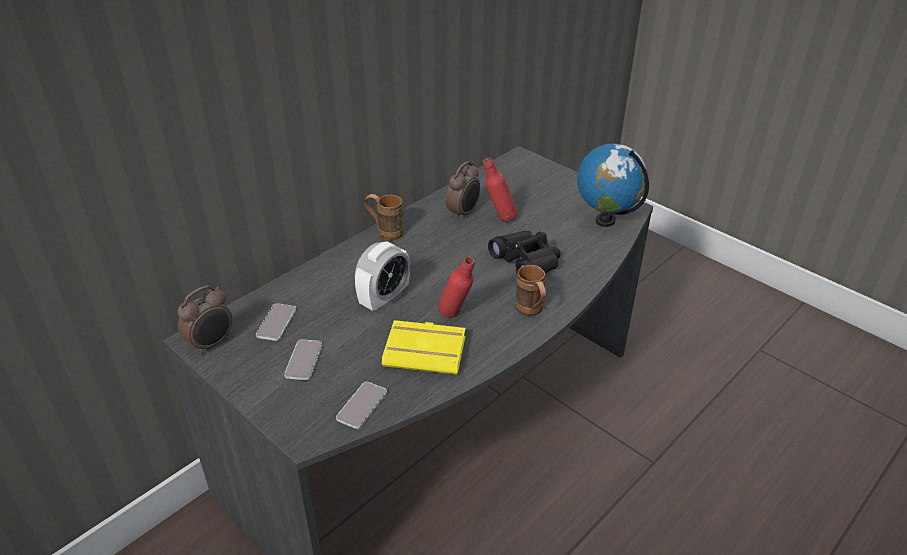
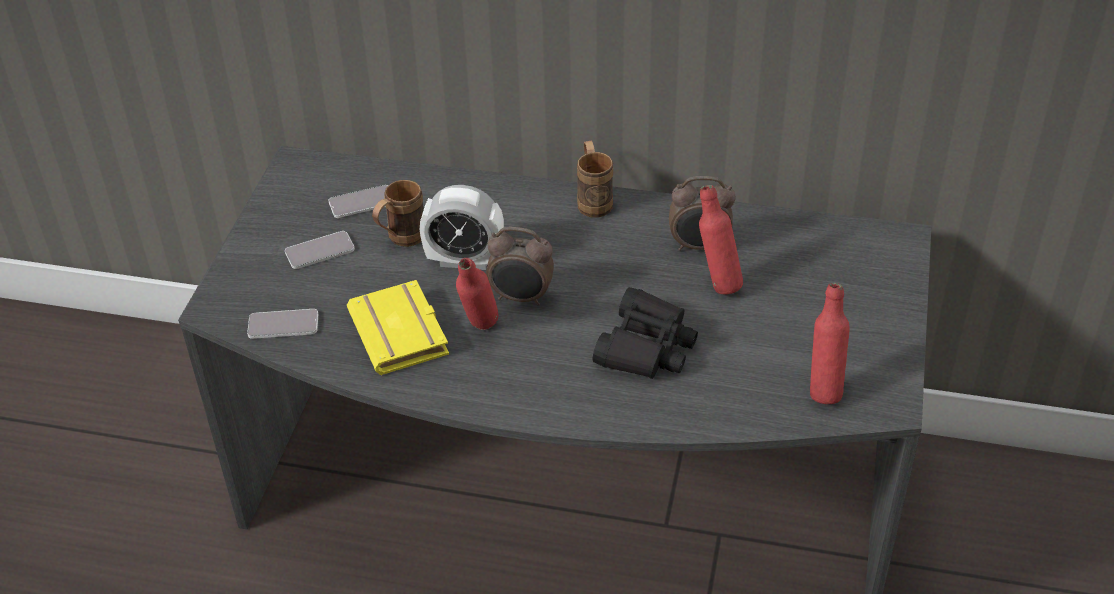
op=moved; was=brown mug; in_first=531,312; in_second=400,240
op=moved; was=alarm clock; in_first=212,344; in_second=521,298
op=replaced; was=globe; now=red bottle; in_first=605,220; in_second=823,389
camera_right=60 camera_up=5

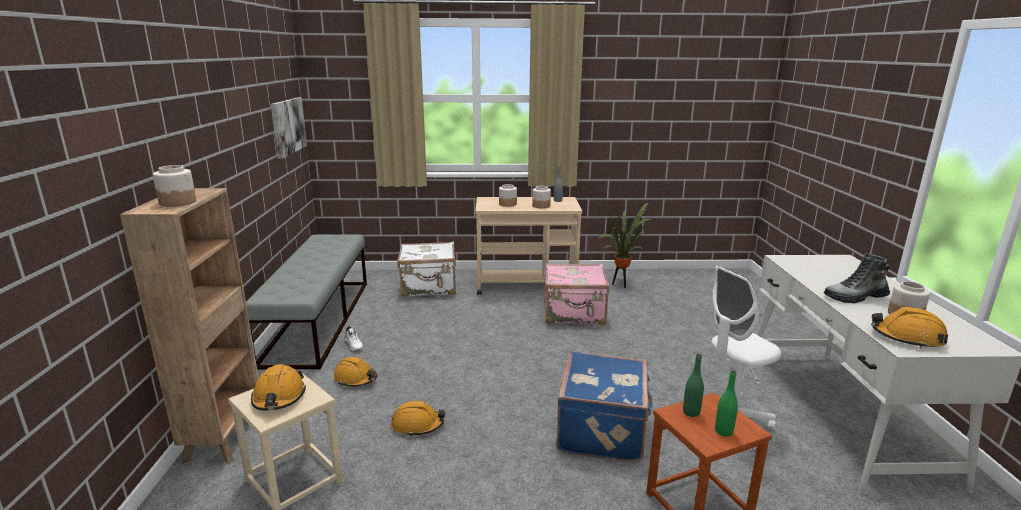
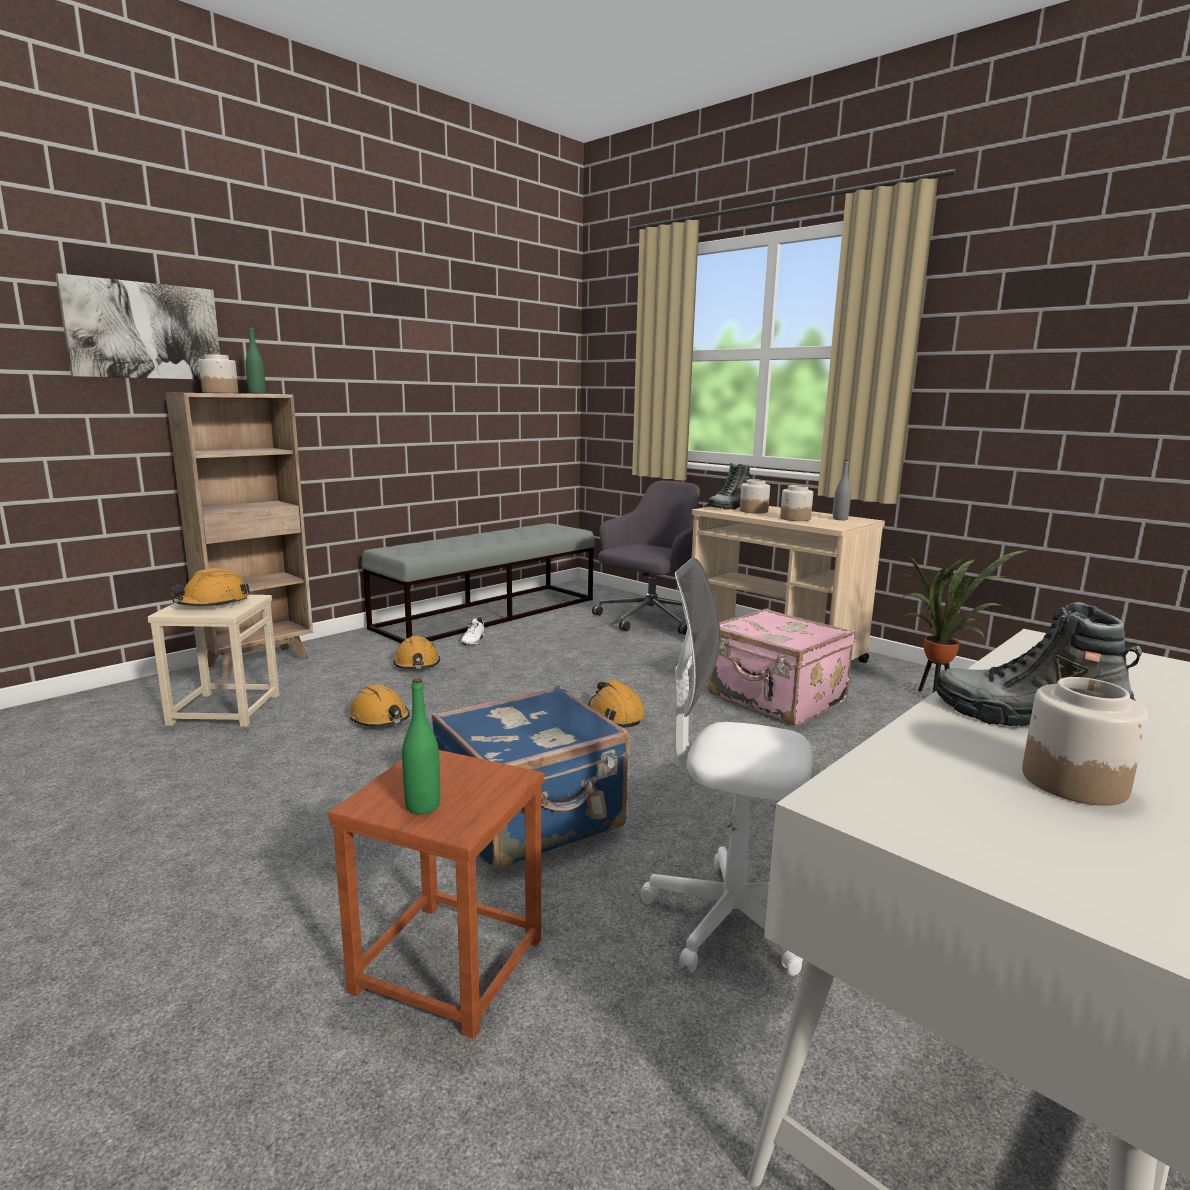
op=moved; was=picture; in_first=288,126; in_second=144,331
op=moved; was=green bottle; in_first=691,412; in_second=257,393
op=moved; was=orange hard hat; in_first=907,338; in_second=615,714
op=replaced; was=white suitcase; now=grey office chair; in_first=429,287; in_second=649,620
op=added; now=boot; in_second=730,507
camera_right=45 camera_up=-5

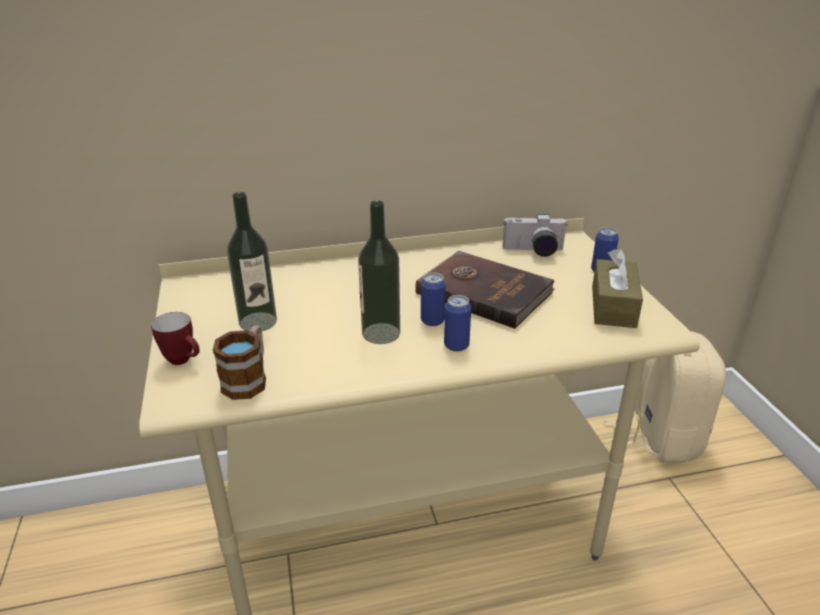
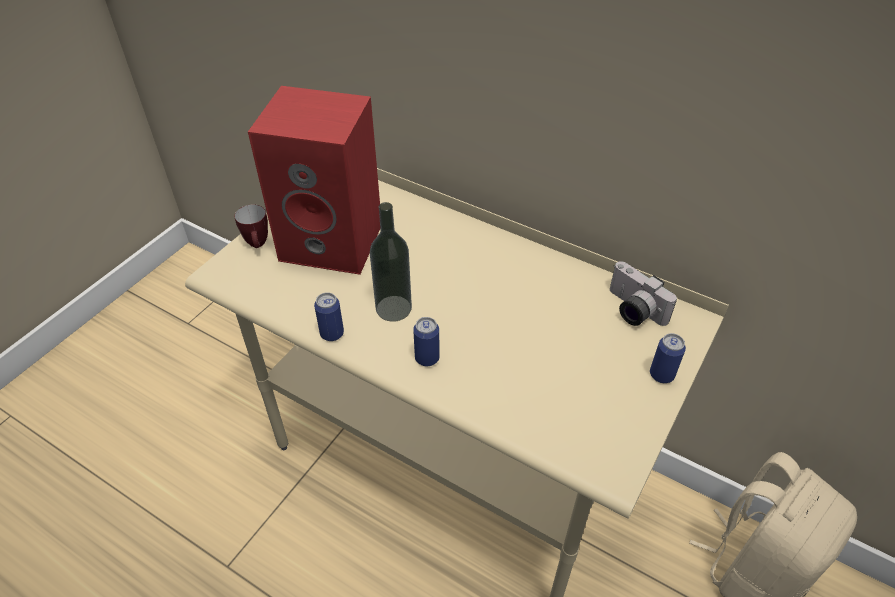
op=replaced; was=bottle; now=red speaker; in_first=258,322; in_second=334,241
op=moved; was=can; in_first=432,321; in_second=332,333
op=removed; was=mug; in_first=248,379
op=removed; was=brown book; in_first=484,291
op=removed; was=brown tissue box; in_first=613,306
camera_right=45 camera_up=15

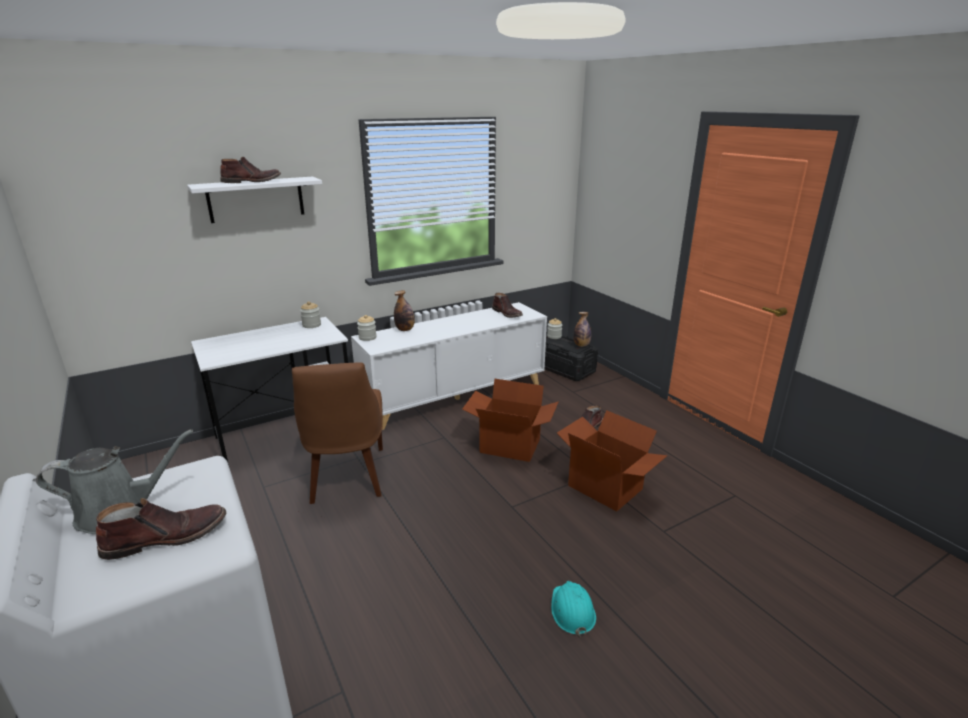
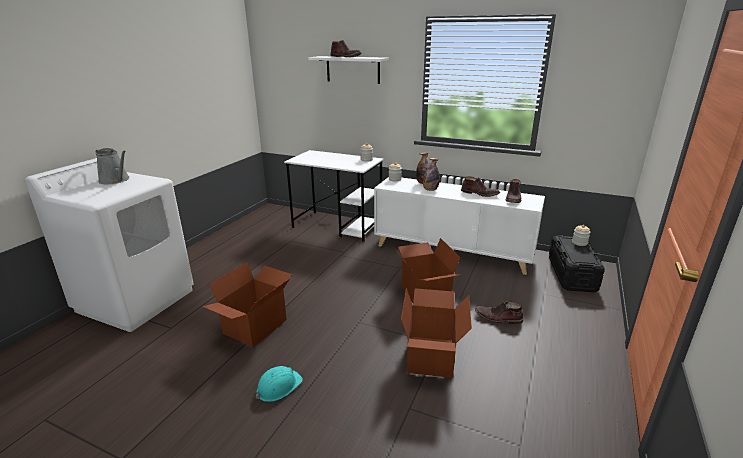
op=added; now=cardboard box; in_second=256,327
op=moved; was=bottle; in_first=581,345; in_second=430,190
op=moved; was=brown boot; in_first=166,537; in_second=480,193
op=removed; was=brown chair; in_first=347,477
camera_right=55 camera_up=0

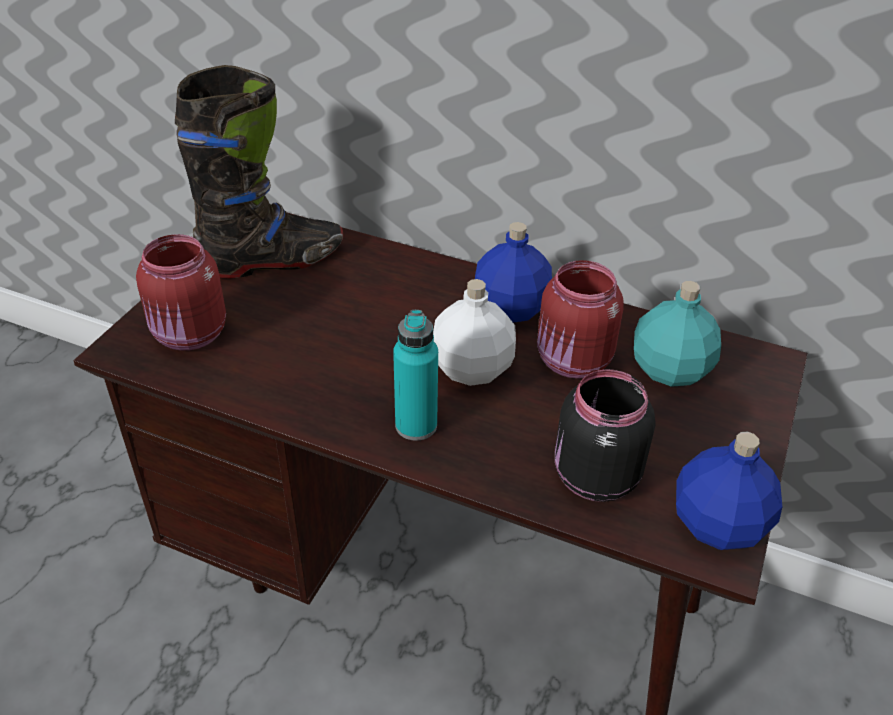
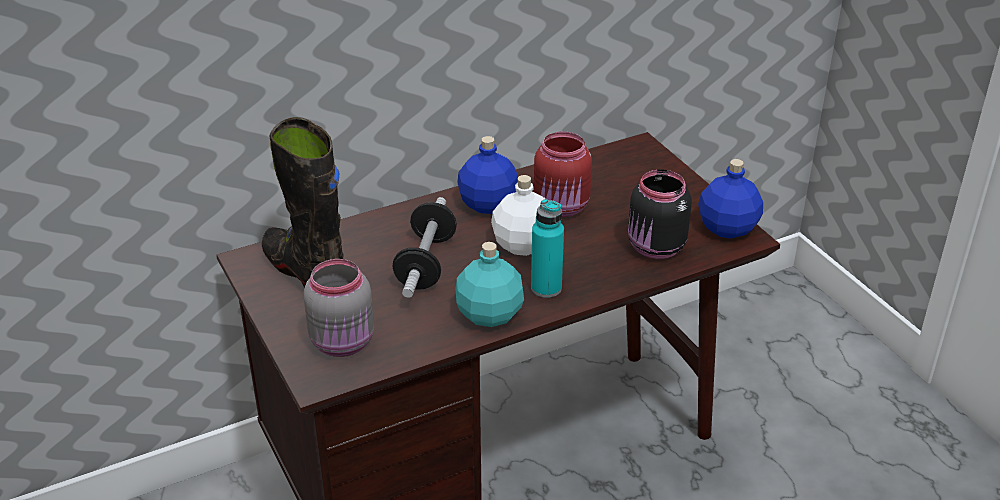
op=turned; was=black boot; in_first=273,261; in_second=307,273; clockwise=-60
op=recoloured; was=red jar; now=grey jar; in_first=190,335; in_second=344,343
op=added; now=dumbbell; in_second=426,264
op=moved; was=turquoise bottle; in_first=669,369; in_second=488,314
camera_right=-50 camera_up=-5

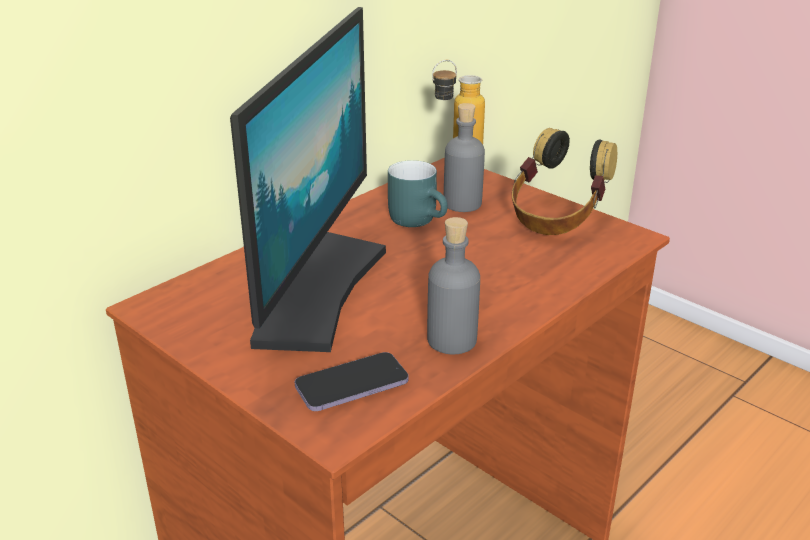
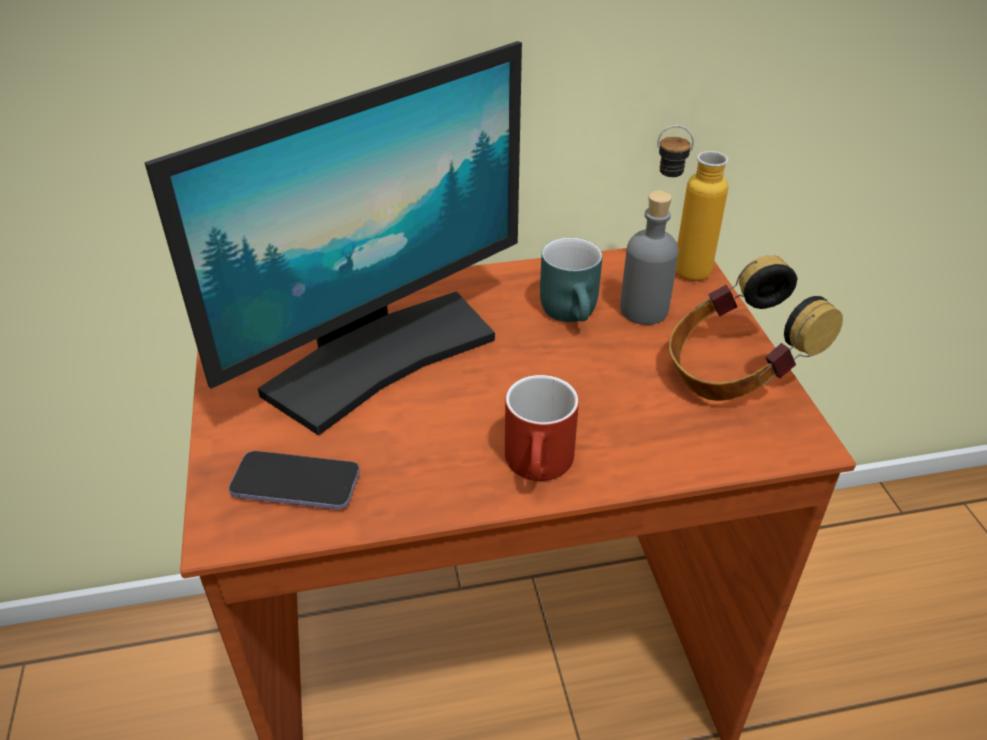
op=added; now=red mug; in_second=540,467
op=removed; was=grey bottle; in_first=452,340
camera_right=35 camera_up=10

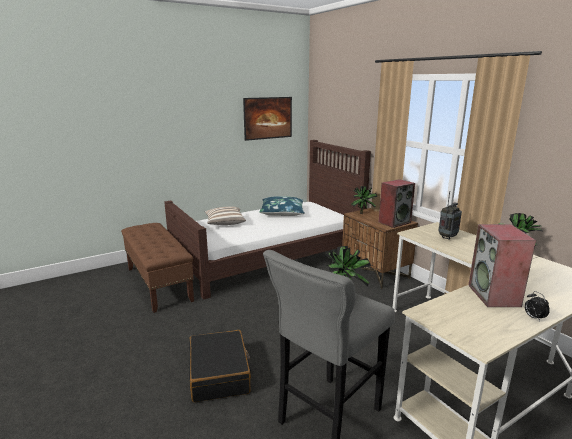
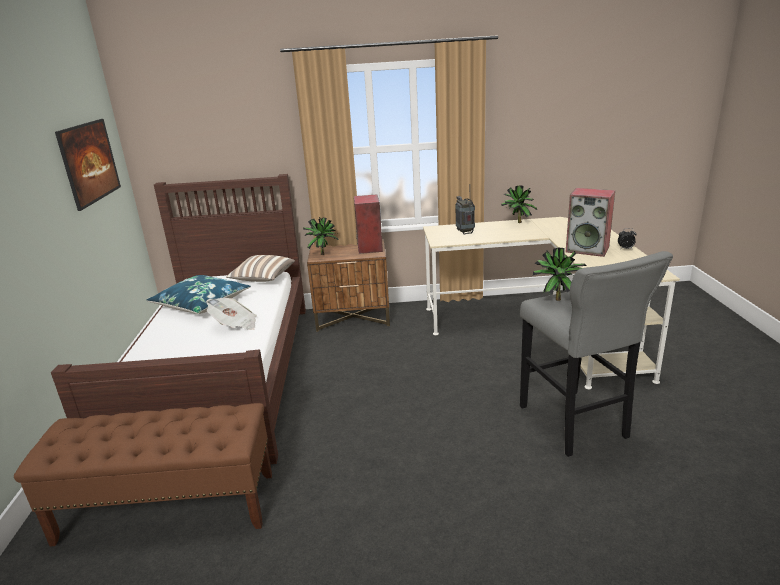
op=added; now=newspaper; in_second=235,325
op=moved; was=pillow; in_first=224,223; in_second=262,278
op=removed; was=black suitcase; in_first=219,374
camera_right=-60 camera_up=5

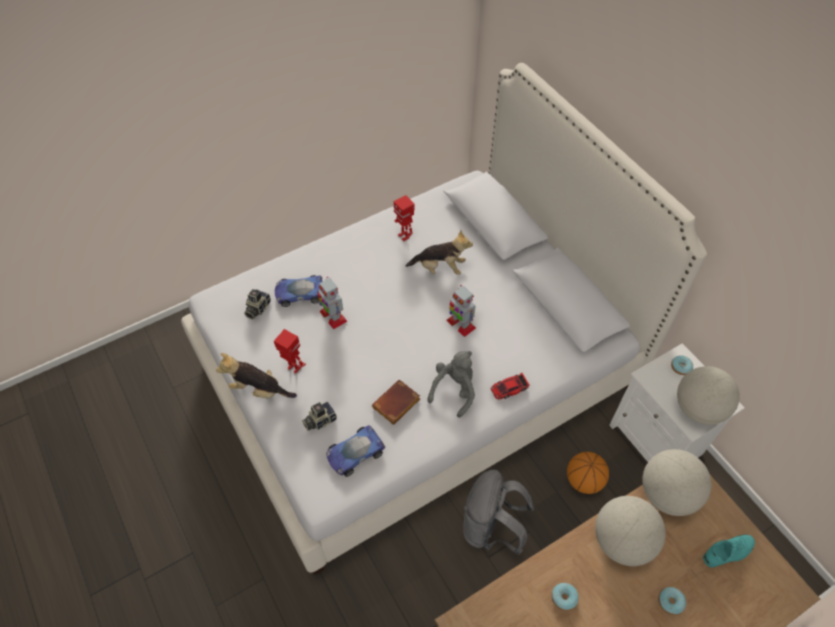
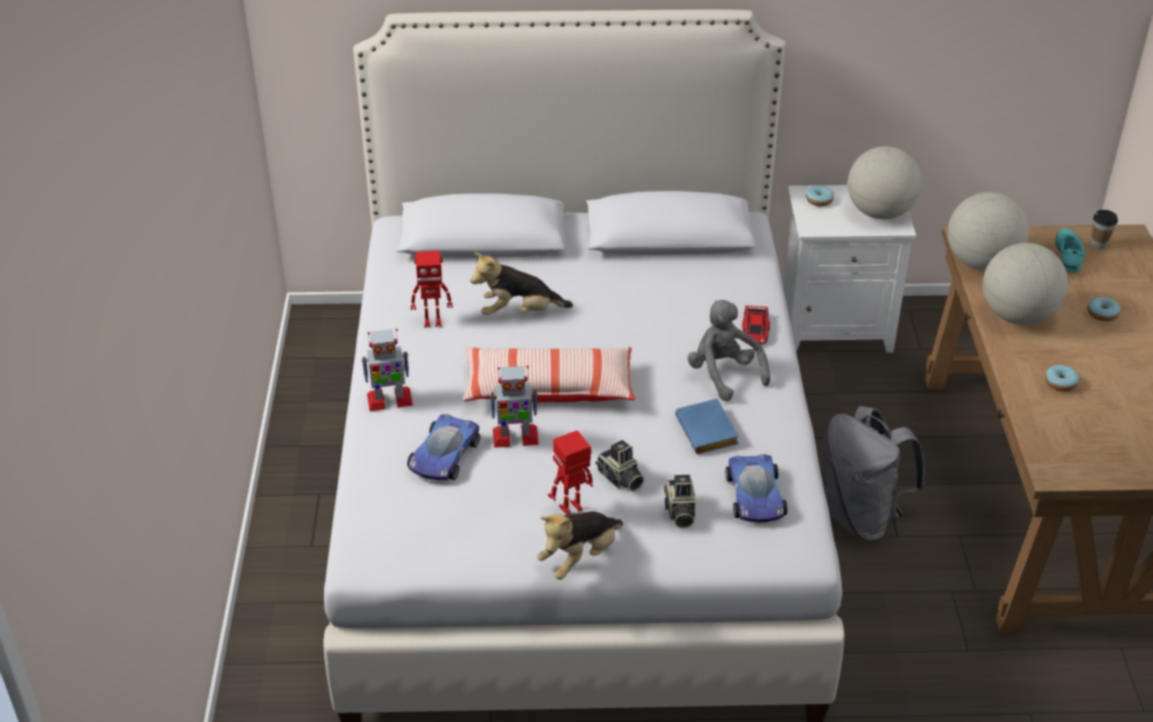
op=moved; was=toy robot; in_first=460,324; in_second=389,400
op=added; now=pillow; in_second=549,388
op=turned; was=plush toy; in_first=440,268; in_second=519,312; clockwise=-135
op=moved; was=photo camera; in_first=257,308; in_second=620,479
op=recoloured; was=brown book; now=blue book; in_first=396,405; in_second=709,432
op=added; now=cup; in_second=1098,244
op=removed; was=basketball; in_first=583,480
camera_right=-60 camera_up=-15

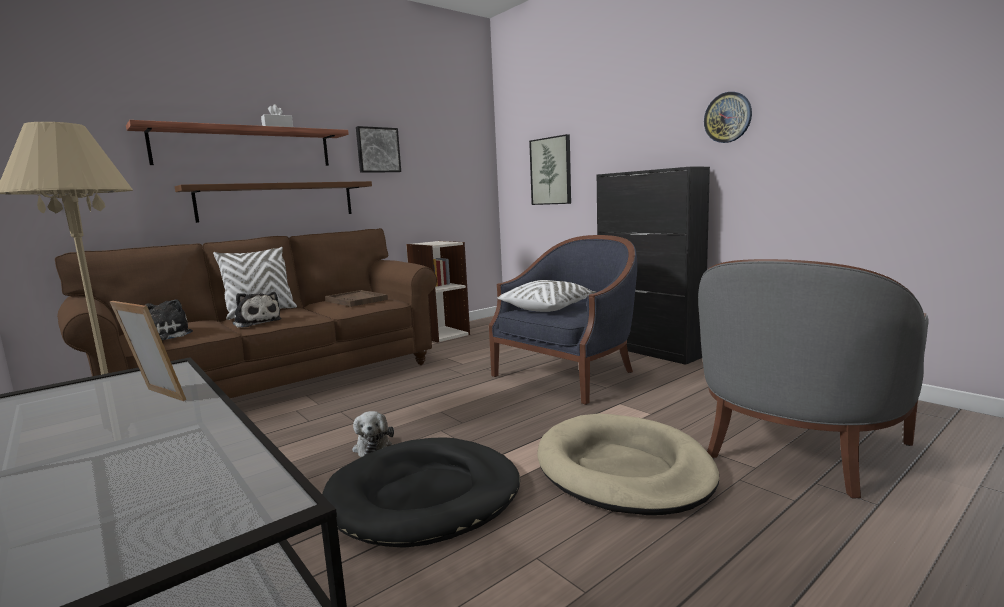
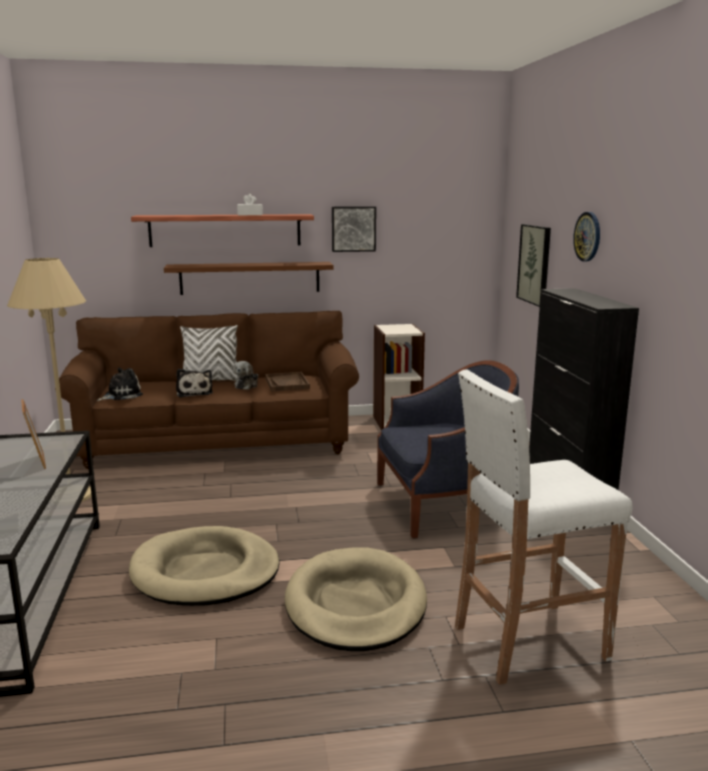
op=recoloured; was=black dog bed; now=beige dog bed; in_first=425,496; in_second=205,572
op=moved; was=plush toy; in_first=373,447; in_second=247,385
op=replaced; was=grey armchair; now=white stool; in_first=795,447; in_second=526,642
op=moved; was=wall clock; in_first=728,117; in_second=588,236
op=removed; was=white pillow; in_first=547,308
camera_right=30 camera_up=5

